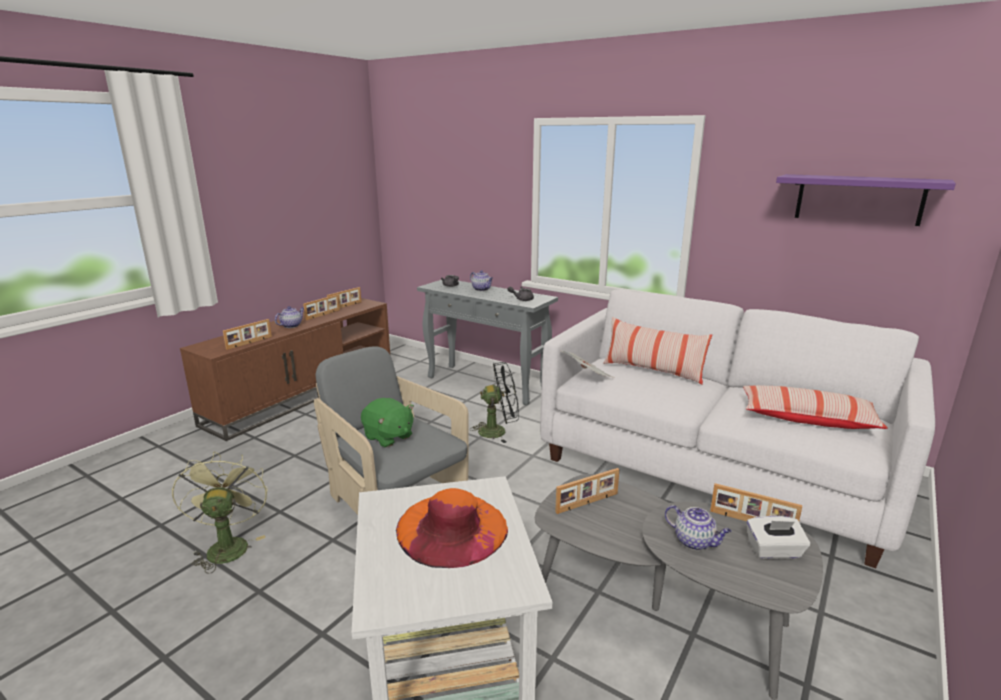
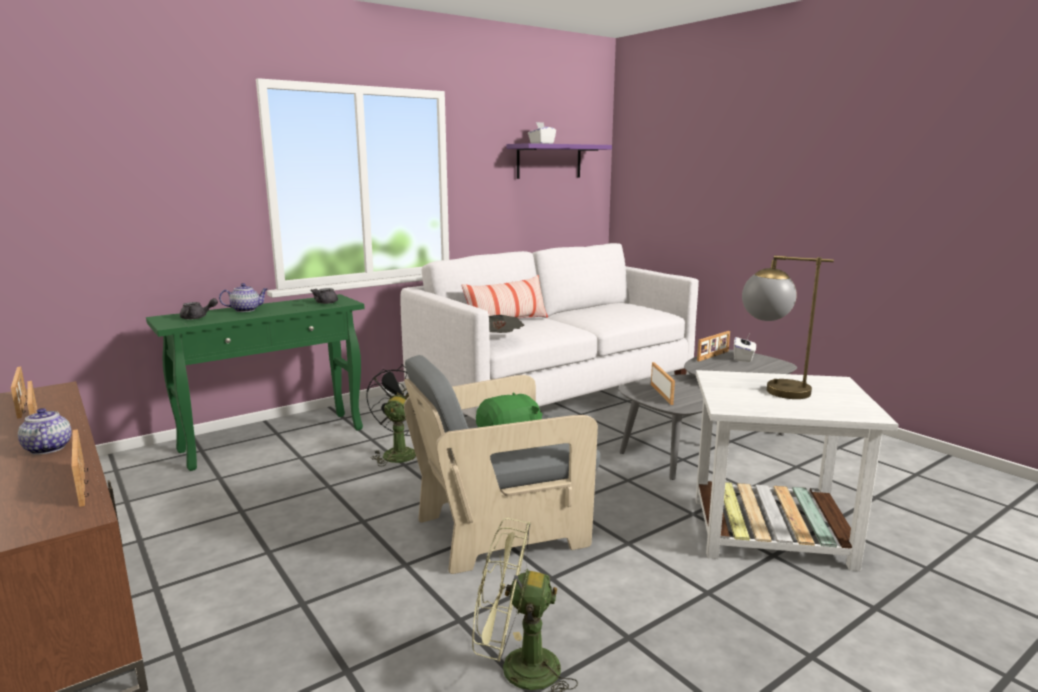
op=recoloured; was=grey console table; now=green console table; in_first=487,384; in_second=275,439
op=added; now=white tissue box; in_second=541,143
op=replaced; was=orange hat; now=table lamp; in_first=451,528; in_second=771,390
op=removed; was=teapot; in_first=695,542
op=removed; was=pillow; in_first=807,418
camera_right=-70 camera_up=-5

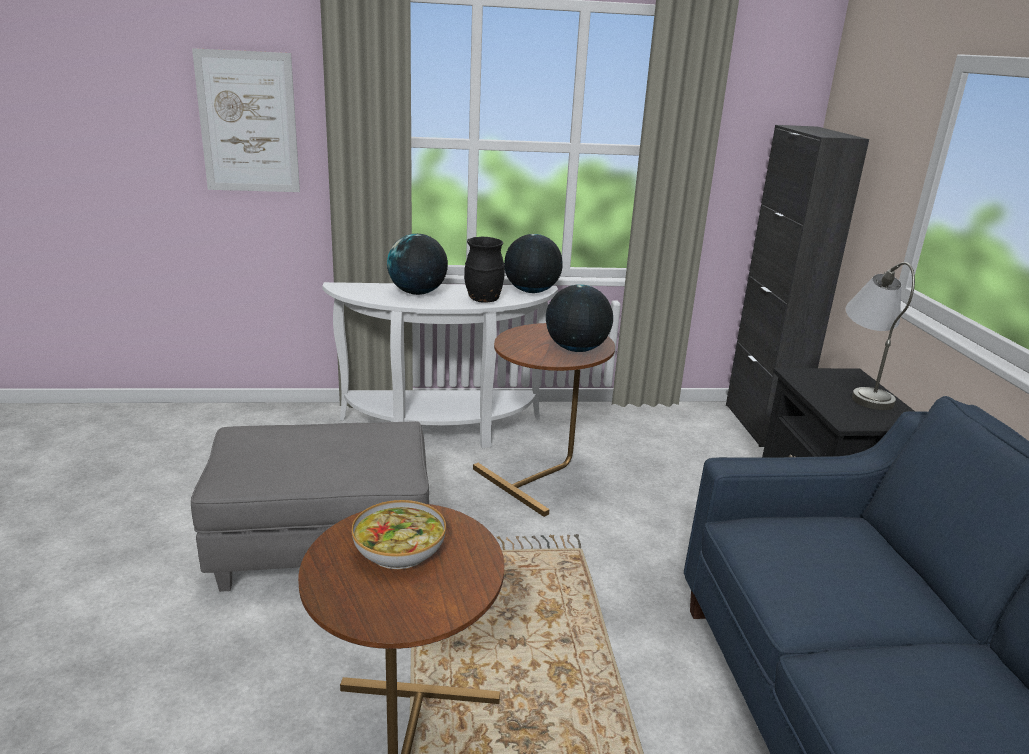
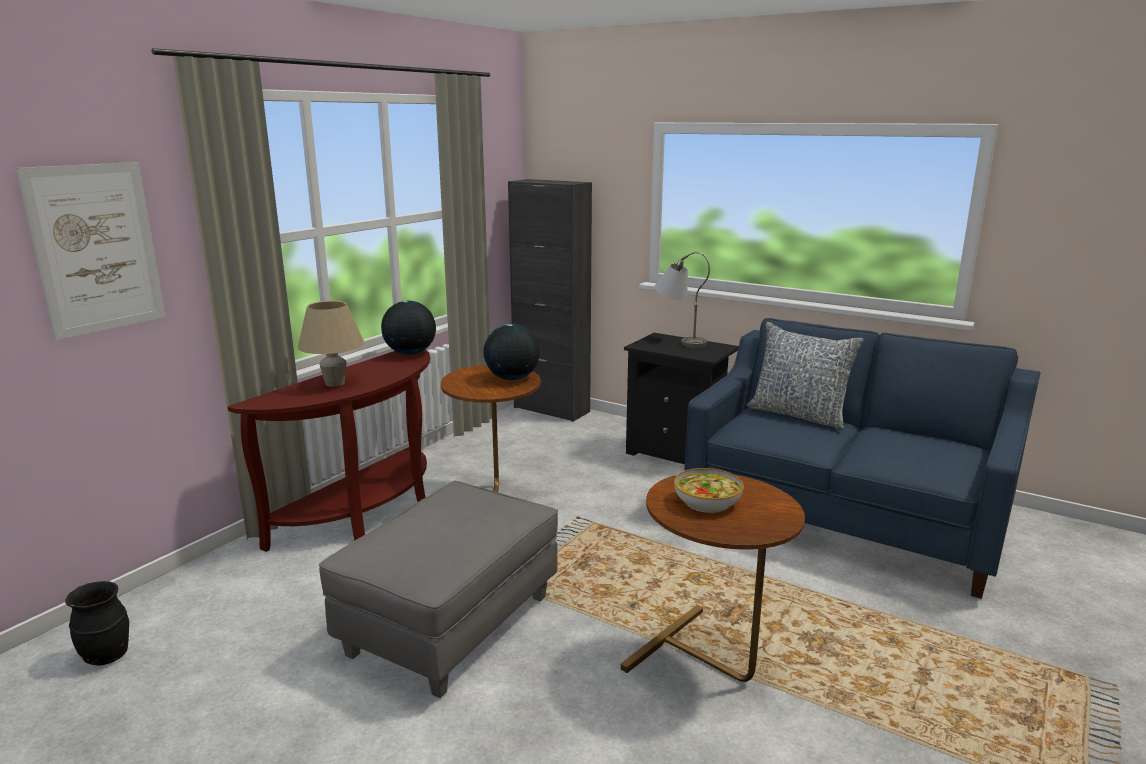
op=moved; was=black vase; in_first=484,300; in_second=107,656
op=recoloured; was=white console table; now=brown console table; in_first=441,430; in_second=366,512
op=replaced; was=globe; now=beige table lamp; in_first=417,293; in_second=335,383
op=added; now=pillow; in_second=799,415
camera_right=-50 camera_up=-5

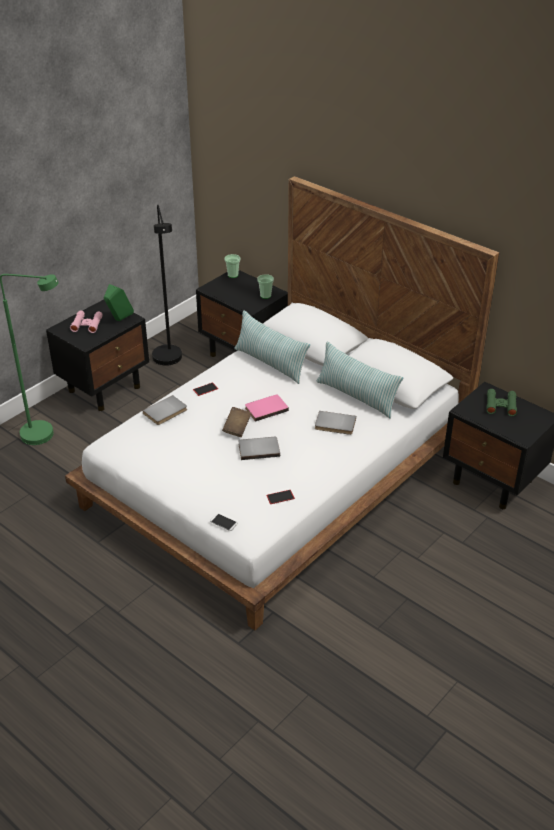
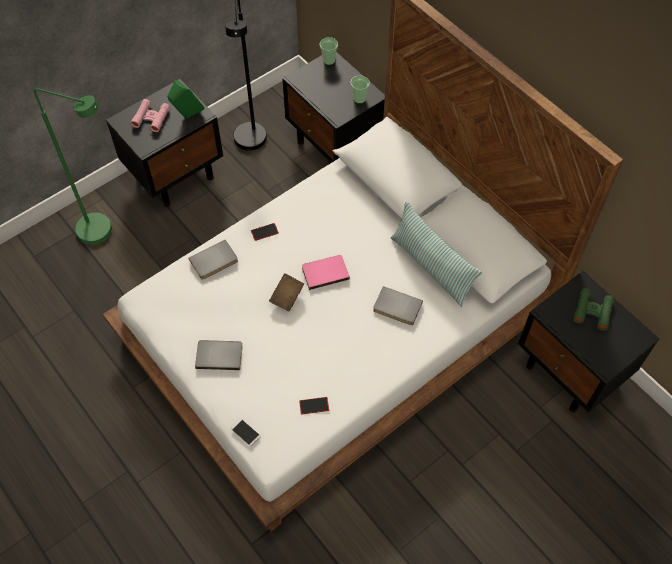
op=moved; was=grey book; in_first=259,449; in_second=219,354
op=removed; was=pillow; in_first=270,363
camera_right=10 camera_up=20

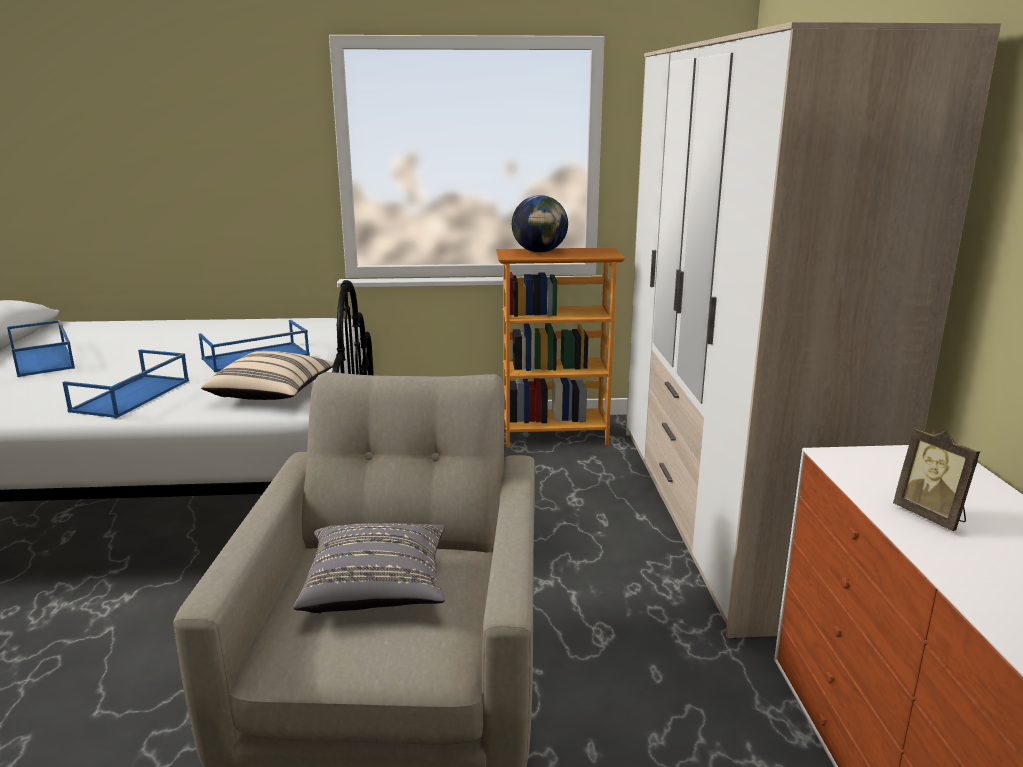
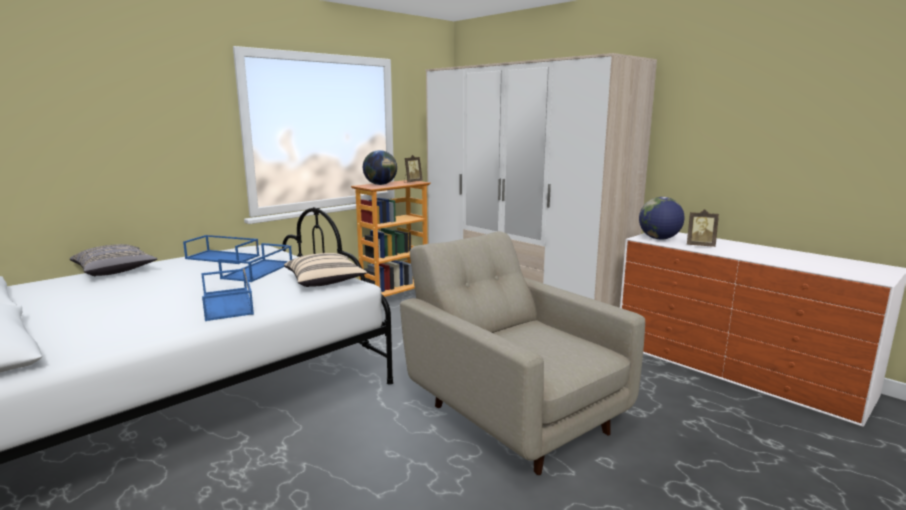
op=moved; was=grey pillow; in_first=376,589; in_second=115,271
op=moved; was=blue tray; in_first=44,359; in_second=223,257
op=added; now=picture frame; in_second=412,182
op=added; now=globe; in_second=659,239
camera_right=-40 camera_up=-5

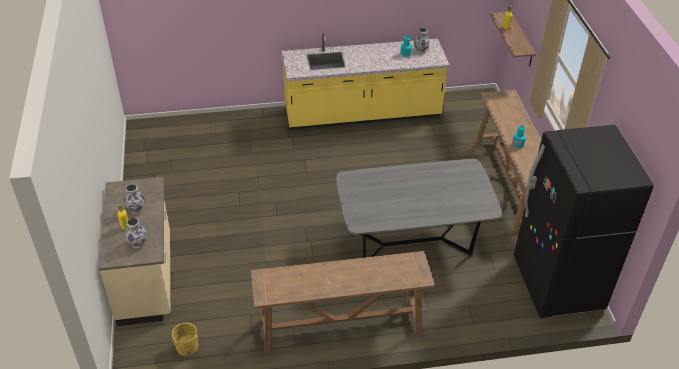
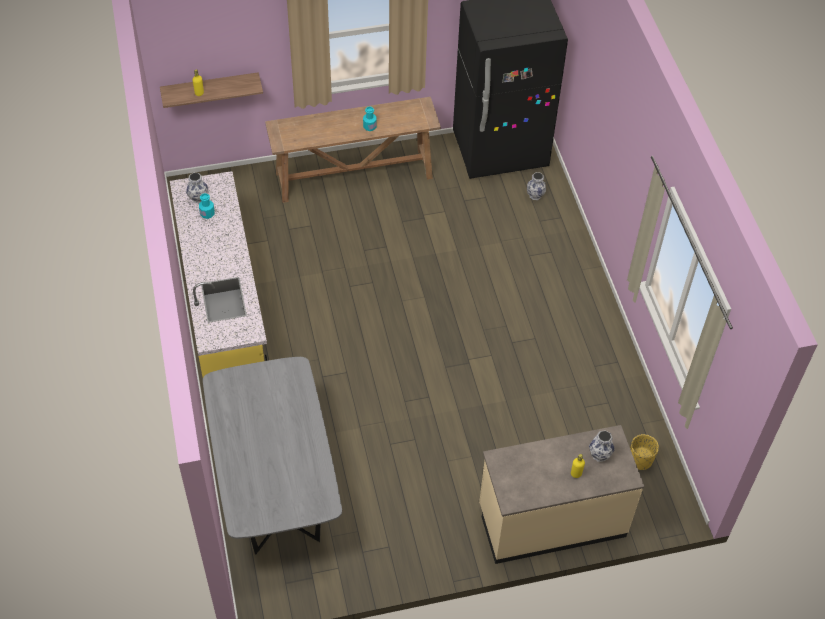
op=moved; was=grey dining table; in_first=412,242; in_second=275,487
op=moved; was=vase; in_first=136,209; in_second=535,195
op=removed; was=brown console table; in_first=340,326
camera_right=-95 camera_up=10

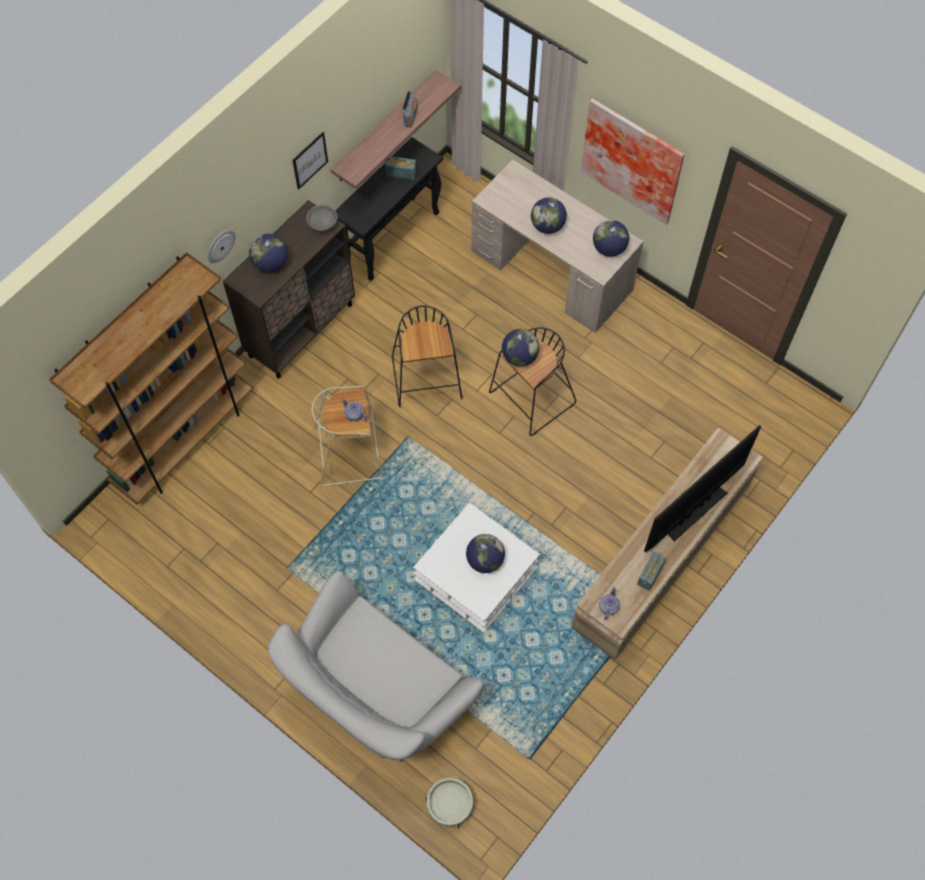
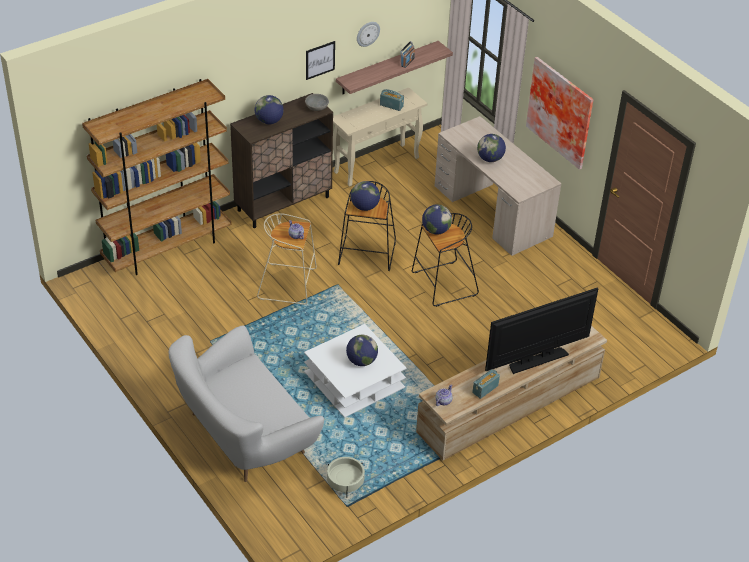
op=moved; was=beige planter; in_first=449,805; in_second=345,483
op=recoloured; was=black console table; now=beige console table; in_first=392,237; in_second=377,164
op=moved; was=globe; in_first=609,249; in_second=364,207
op=moved; was=wall clock; in_first=220,245; in_second=367,33
camera_right=15 camera_up=-20

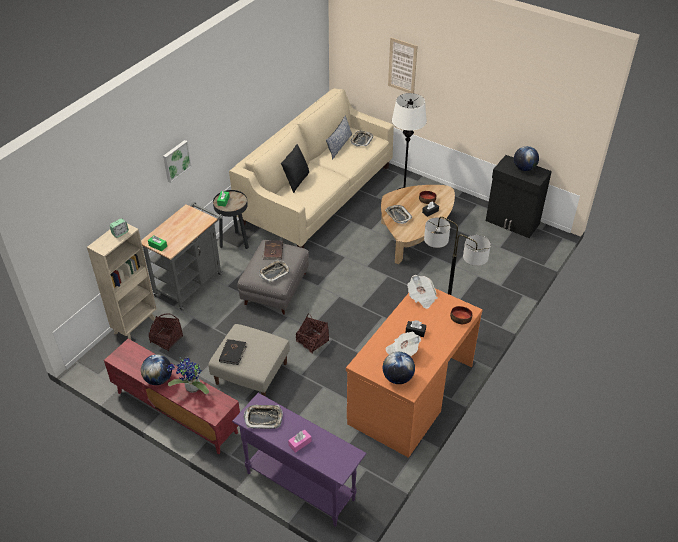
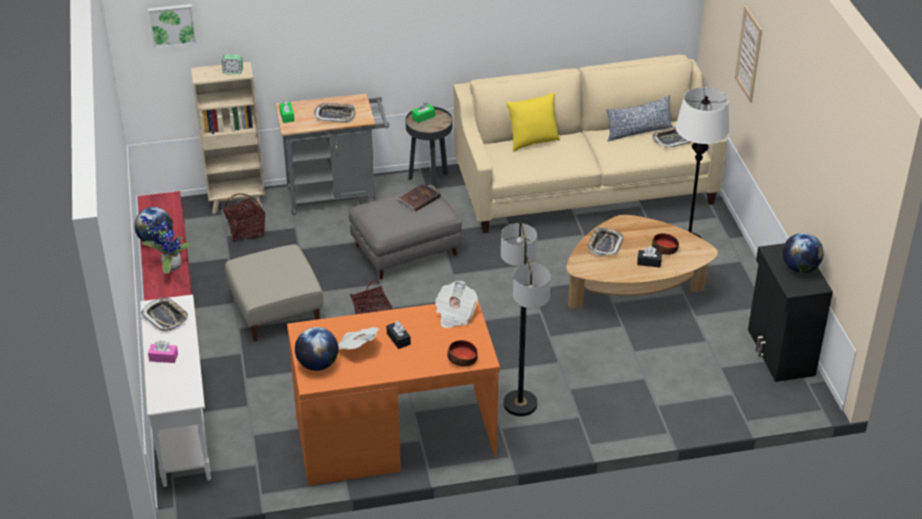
op=recoloured; was=purple console table; now=white console table; in_first=300,485; in_second=183,432
op=moved; was=picture; in_first=176,160; in_second=172,25
op=moved; was=tray; in_first=274,272; in_second=335,115
op=recoloured; was=black pillow; now=yellow pillow; in_first=296,181; in_second=532,142
op=removed; was=black book; in_first=233,353
camera_right=45 camera_up=-5

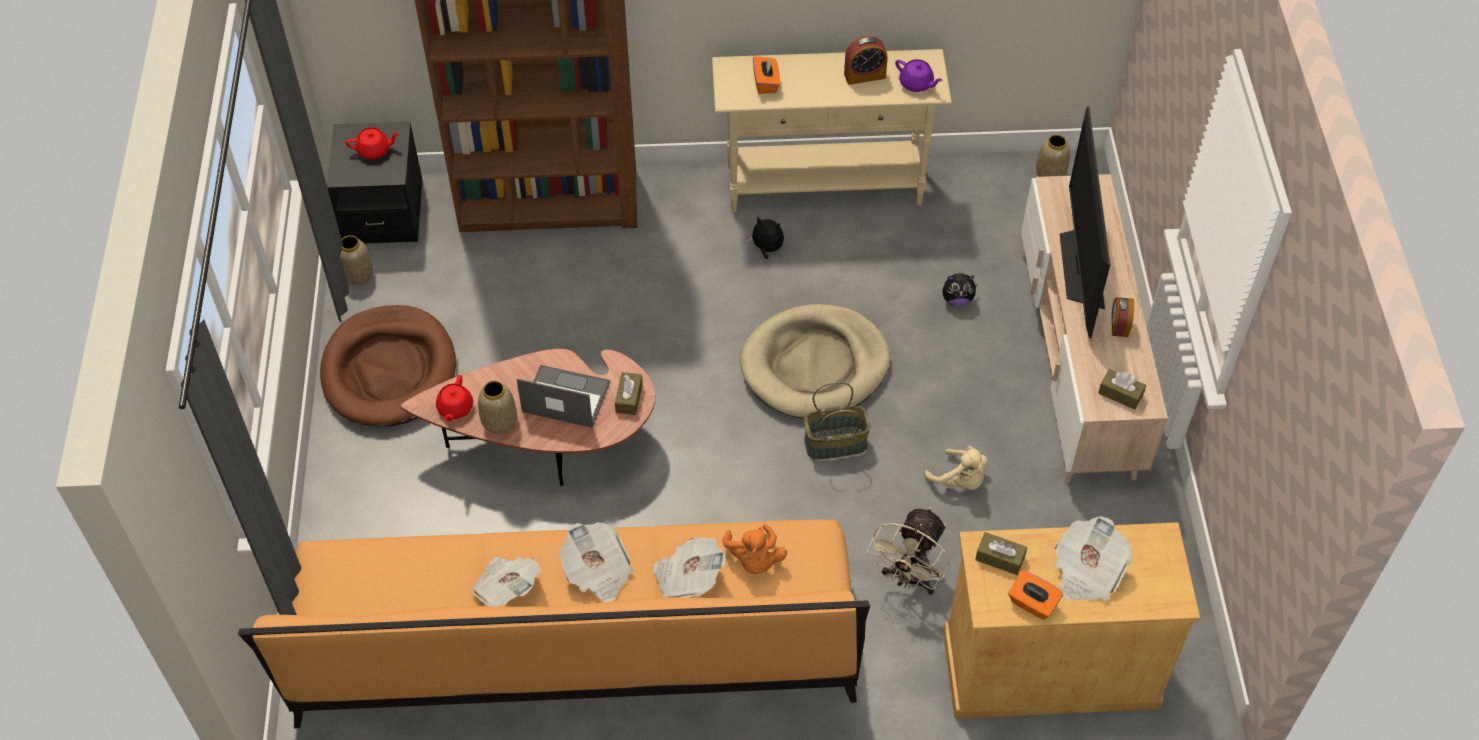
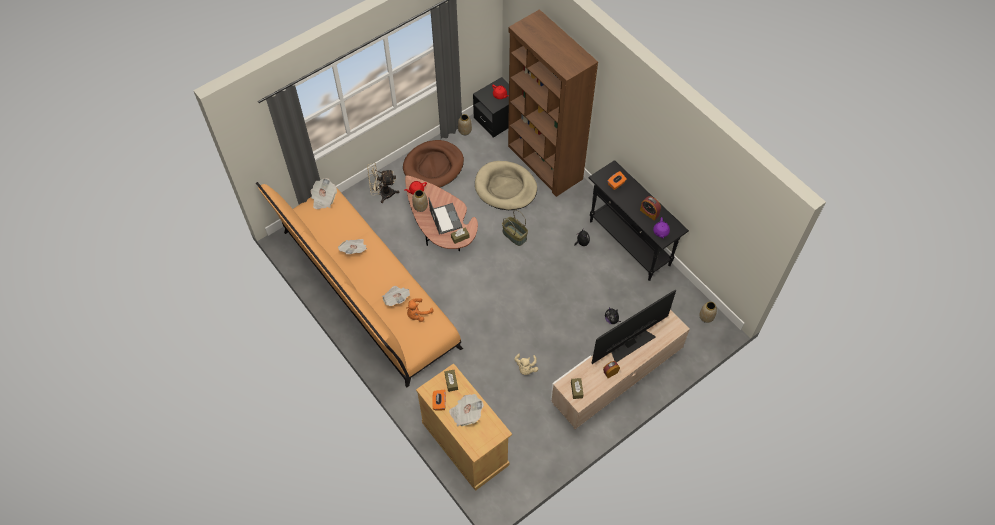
op=moved; was=newspaper; in_first=597,572; in_second=323,199
op=moved; was=beige fan; in_first=909,579; in_second=382,194
op=moved; was=beige dog bed; in_first=815,366; in_second=505,188
op=moved; was=basket; in_first=836,442; in_second=515,235
op=recoloured; was=beige console table; now=black console table; in_first=825,186; in_second=629,243
camera_right=55 camera_up=5

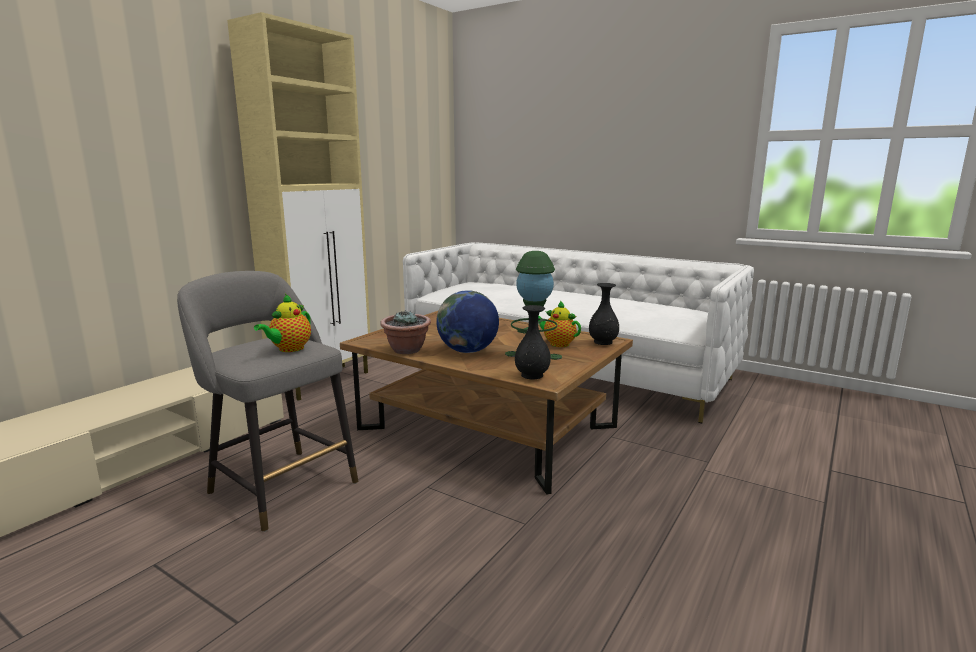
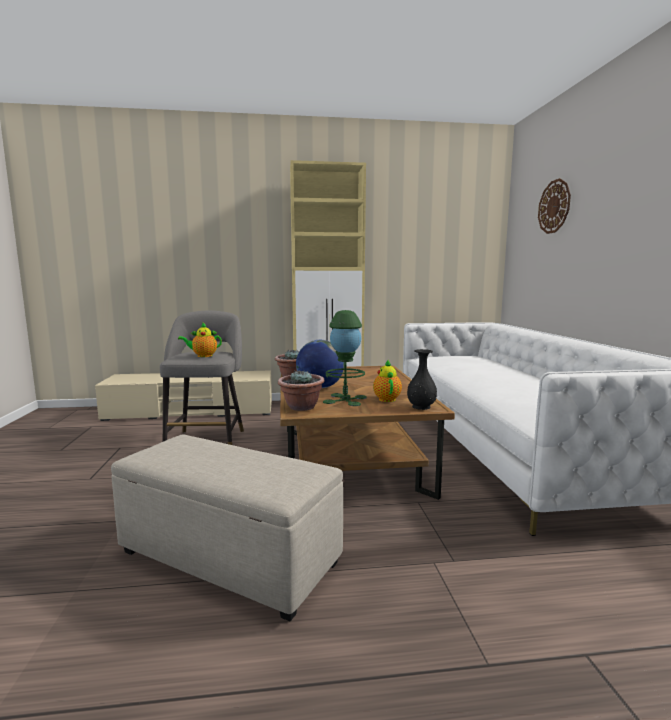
op=added; now=beige ottoman; in_second=227,557
op=replaced; was=black vase; now=potted plant; in_first=532,375; in_second=301,407
op=added; now=wall clock; in_second=554,206
camera_right=50 camera_up=-5

